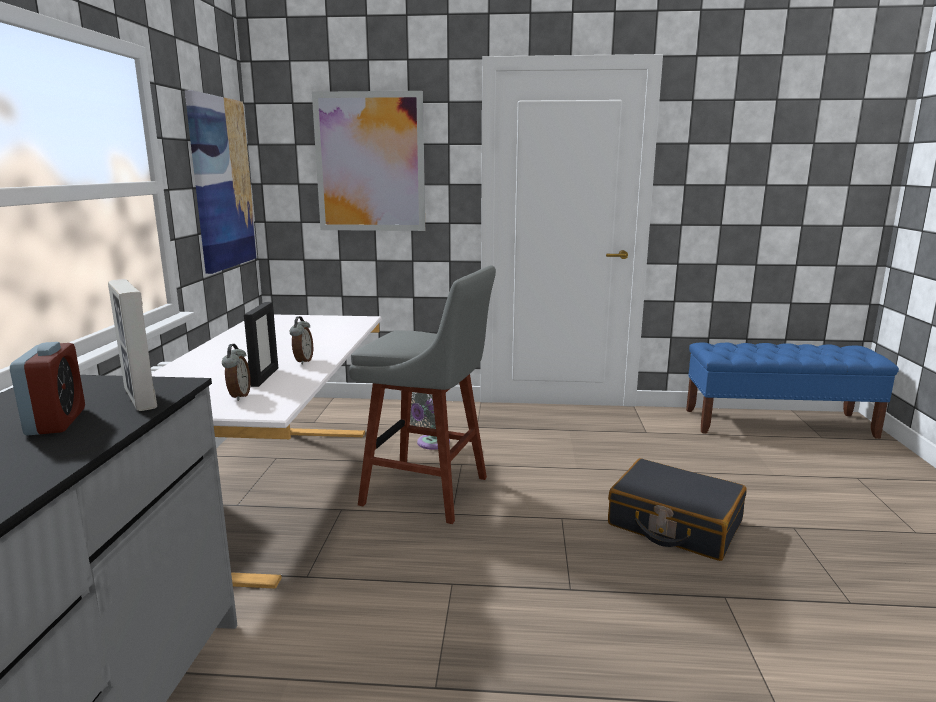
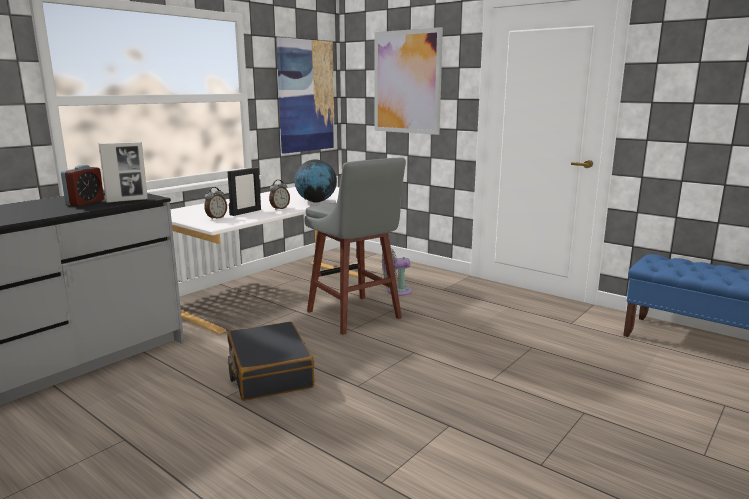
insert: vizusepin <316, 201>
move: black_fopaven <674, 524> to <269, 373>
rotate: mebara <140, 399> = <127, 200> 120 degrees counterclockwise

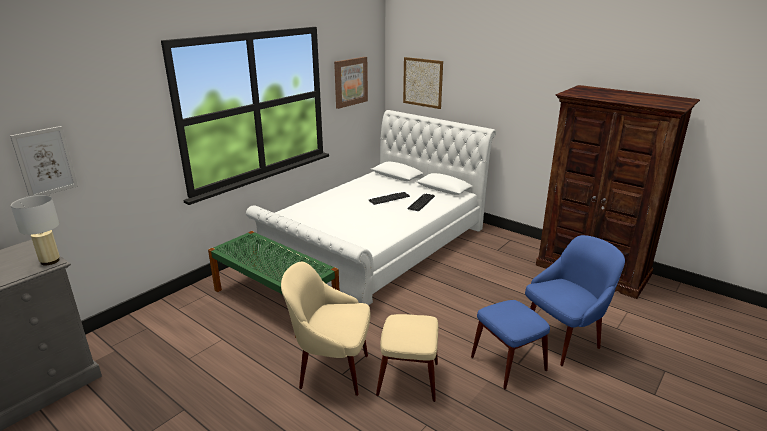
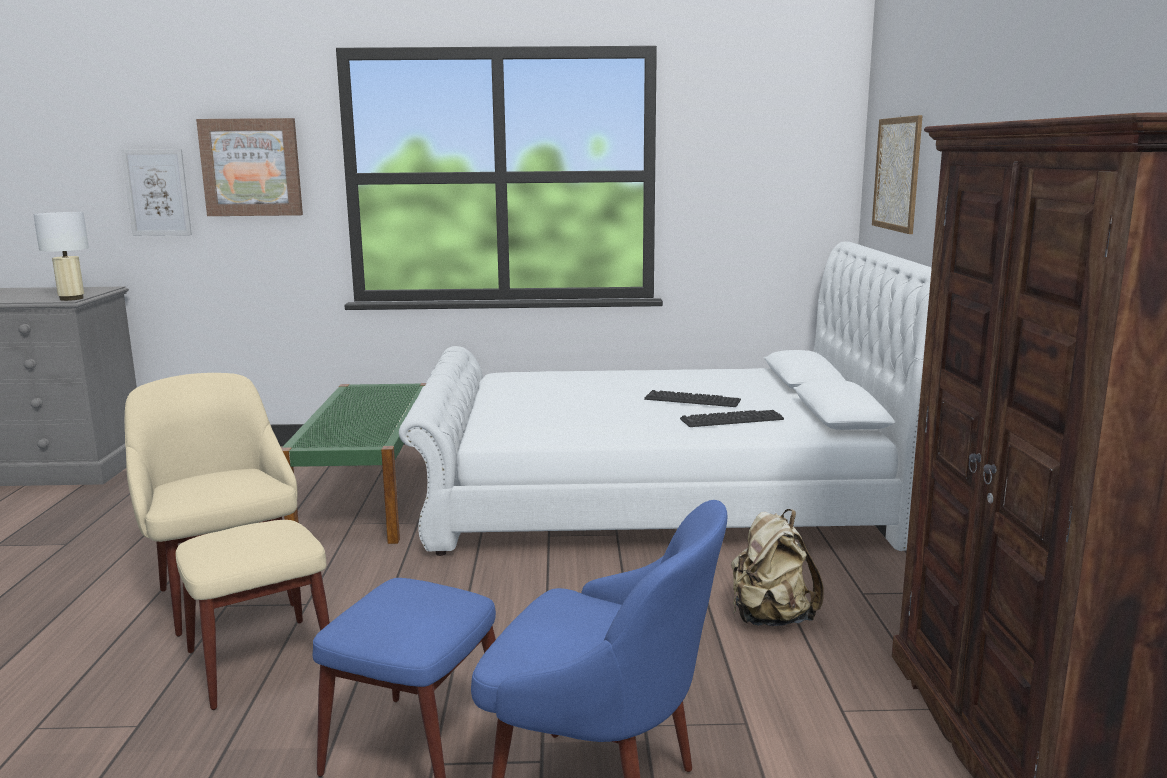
insert: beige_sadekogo <770, 618>
move: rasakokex <350, 82> to <251, 167>

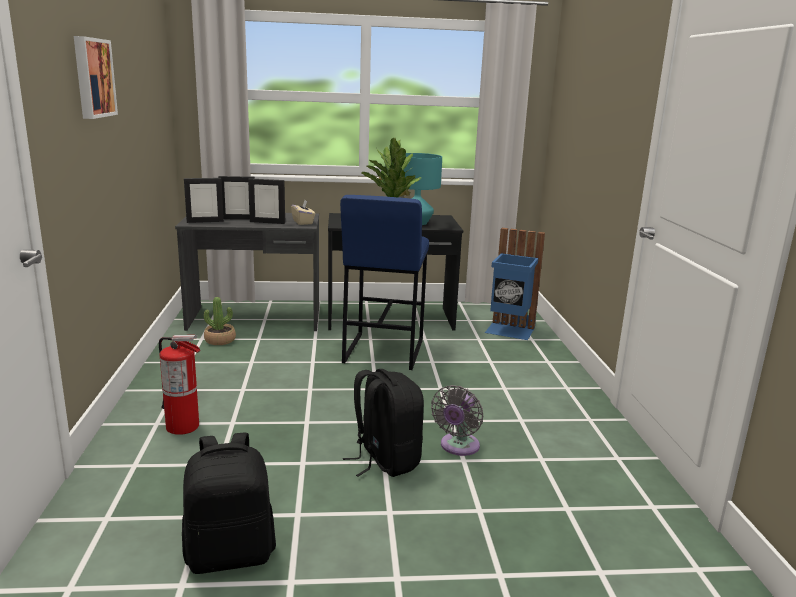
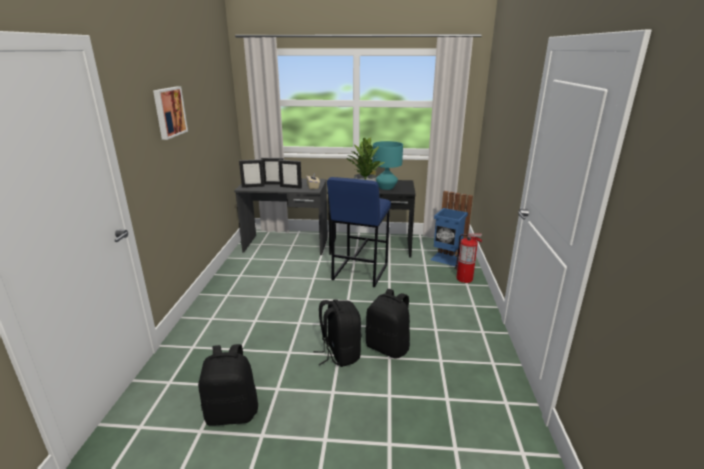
delete: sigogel <220, 340>
move: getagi <183, 426> to <464, 279>
replace: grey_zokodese <458, 447> to black_sadekogo <388, 347>

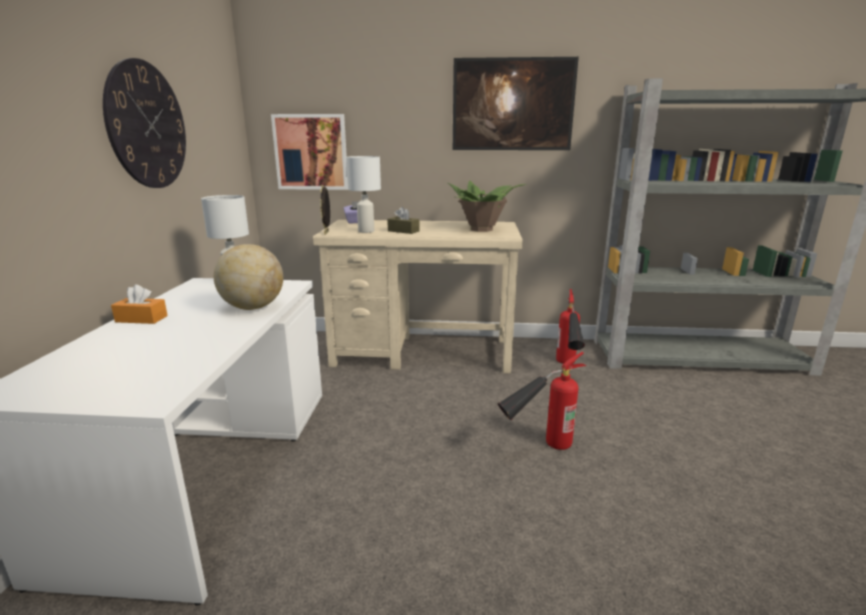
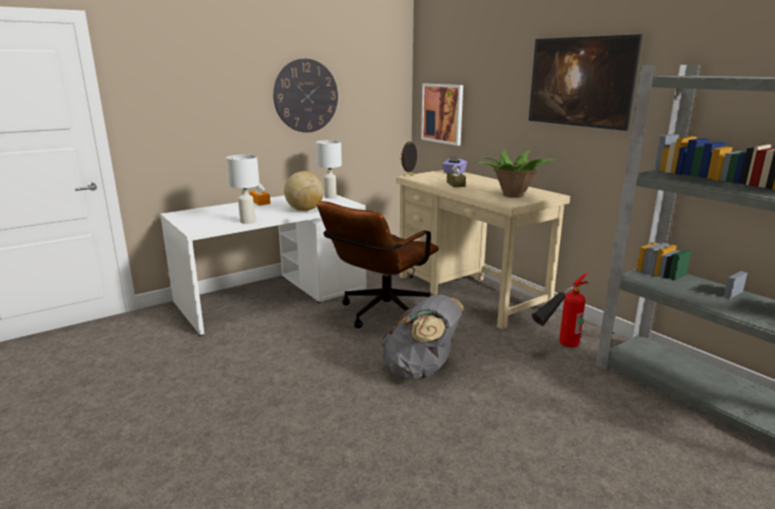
insert: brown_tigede <380, 314>
move: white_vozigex <366, 231> to <247, 221>
replace: getagi <538, 448> to grey_sadekogo <420, 370>

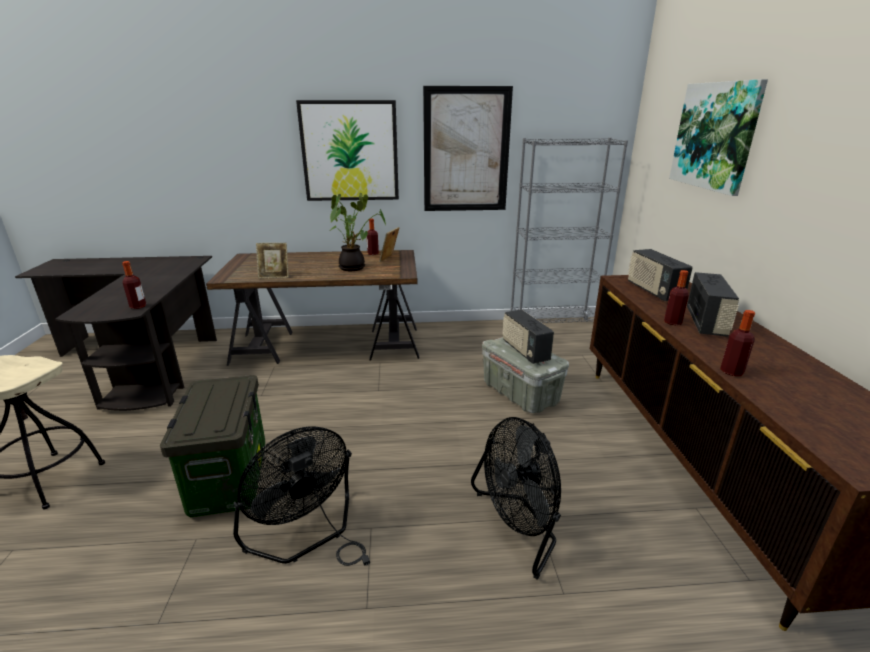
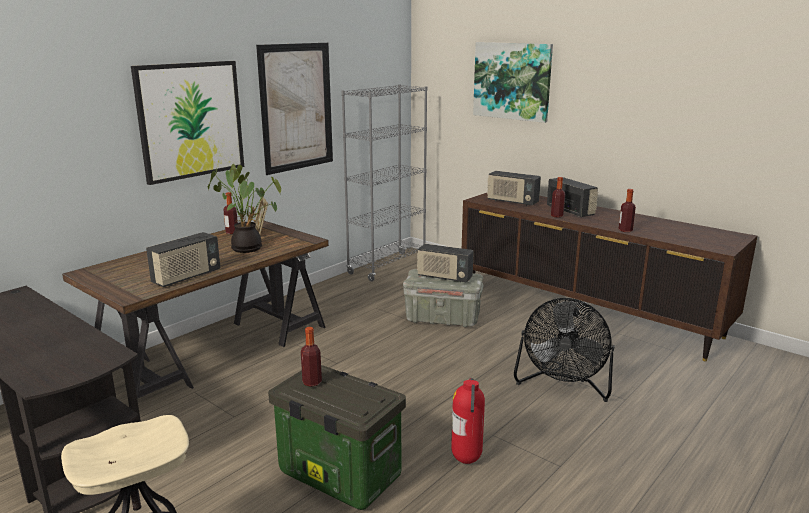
move: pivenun <138, 306> to <312, 382>
replace: mebara <274, 276> to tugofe <186, 277>; black_zokodese <313, 535> to getagi <467, 460>

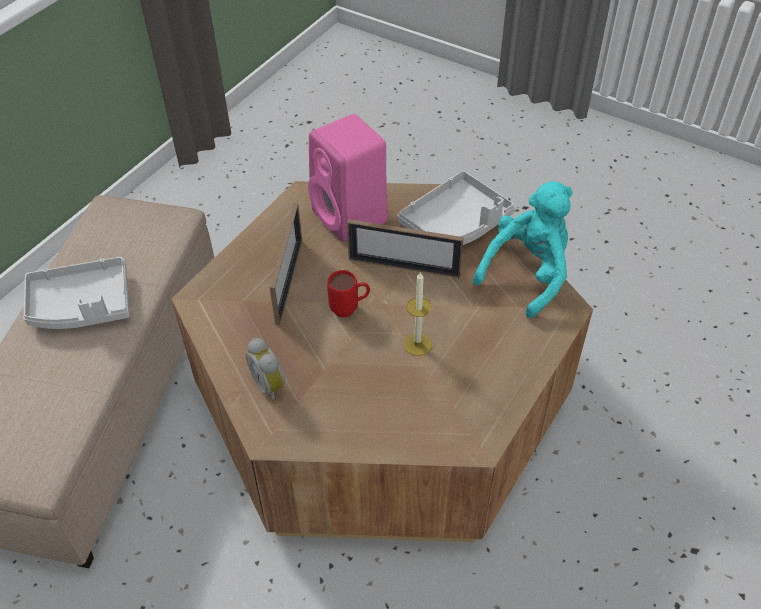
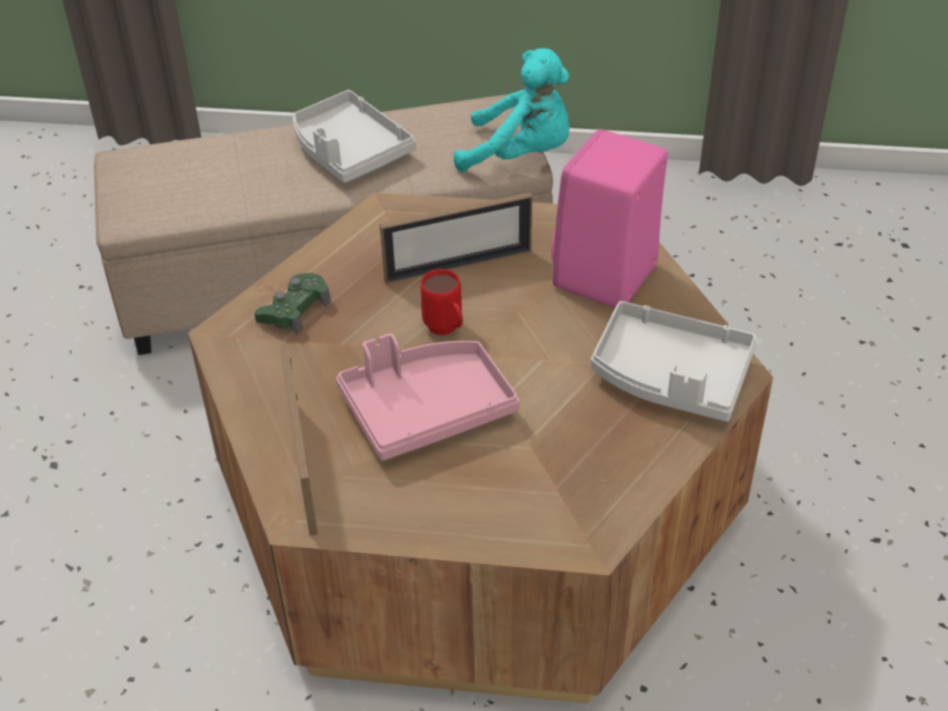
move: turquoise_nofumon <527, 274> to <521, 155>; mebara <404, 267> to <303, 466>
replace: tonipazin <417, 344> to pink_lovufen <426, 409>; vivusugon <271, 385> to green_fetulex <294, 310>

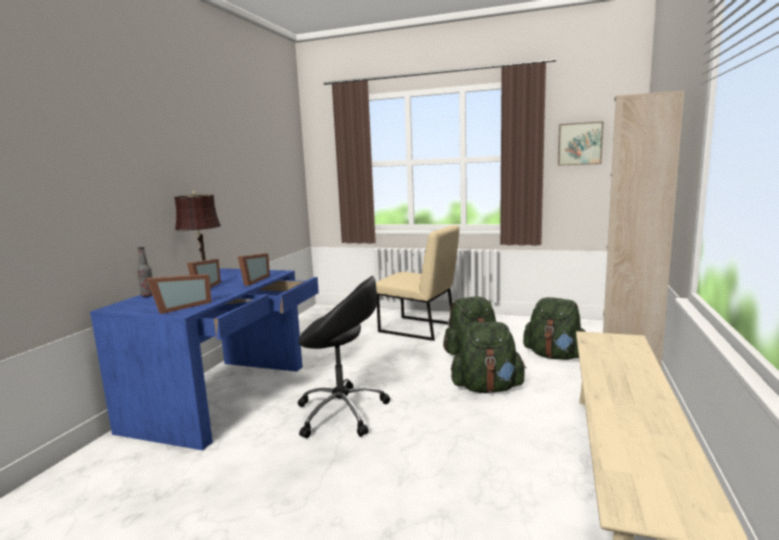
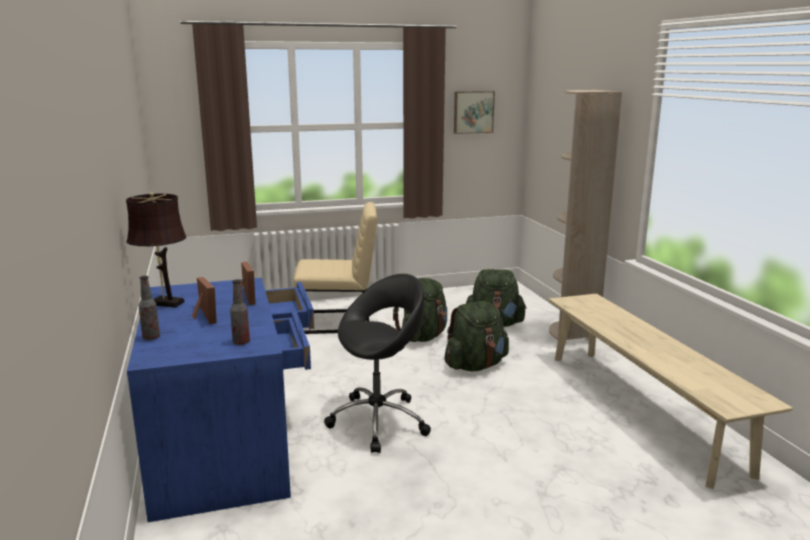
replace: mebara <181, 307> to pivenun <241, 342>

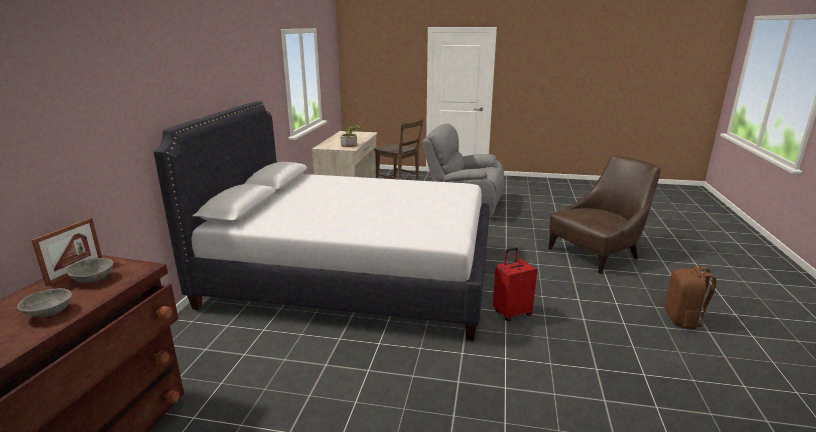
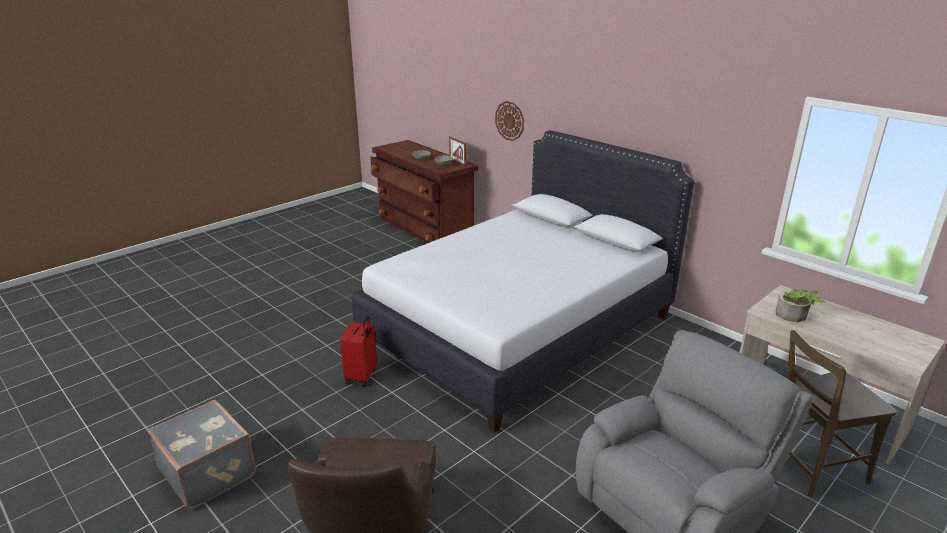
insert: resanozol <509, 121>
replace: brown_sadekogo <683, 319> to grey_fopaven <209, 472>

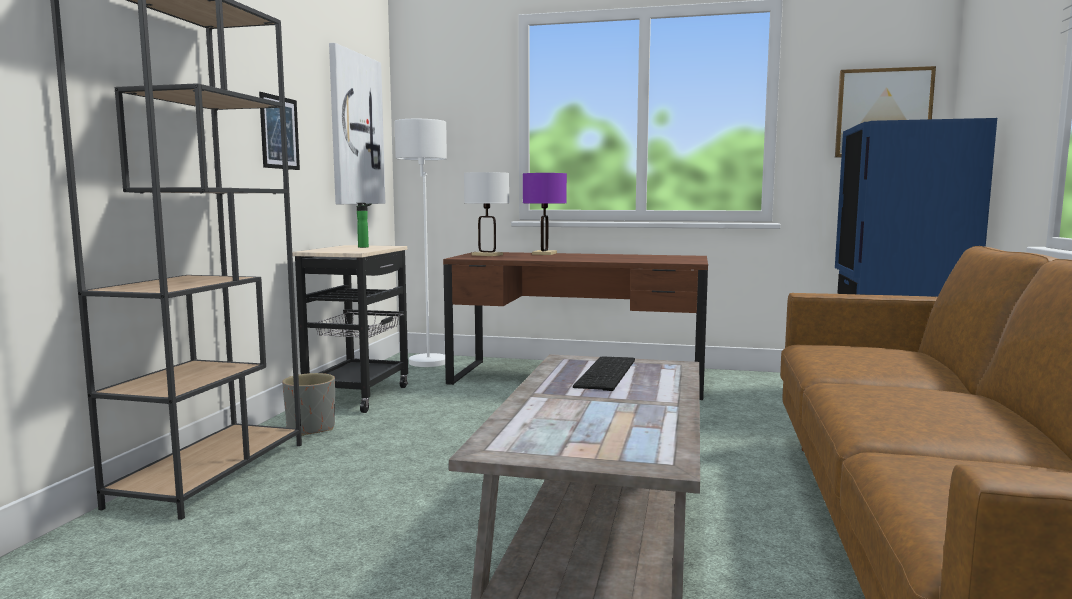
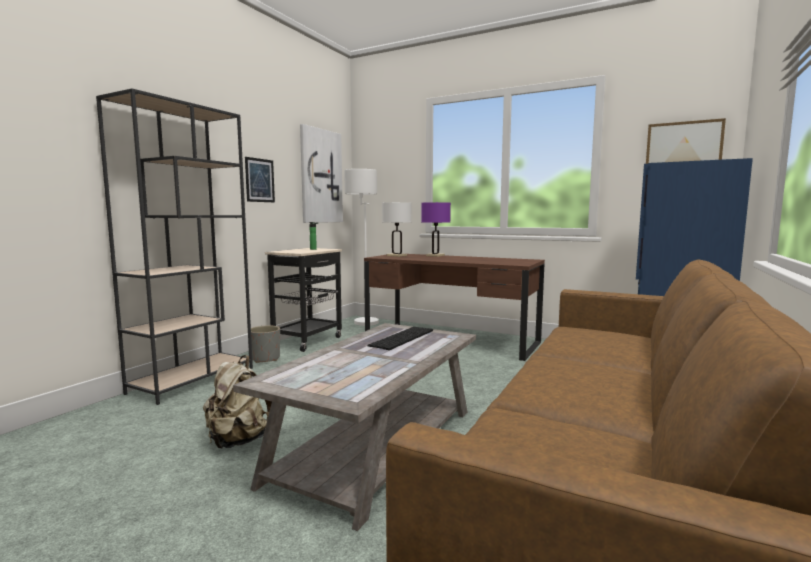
insert: beige_sadekogo <238, 441>

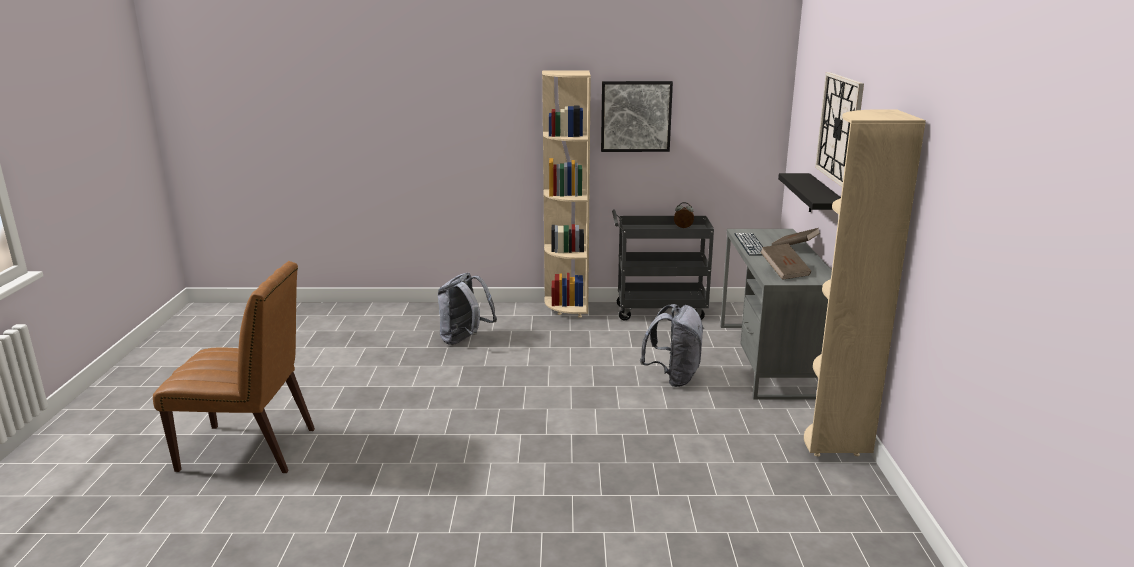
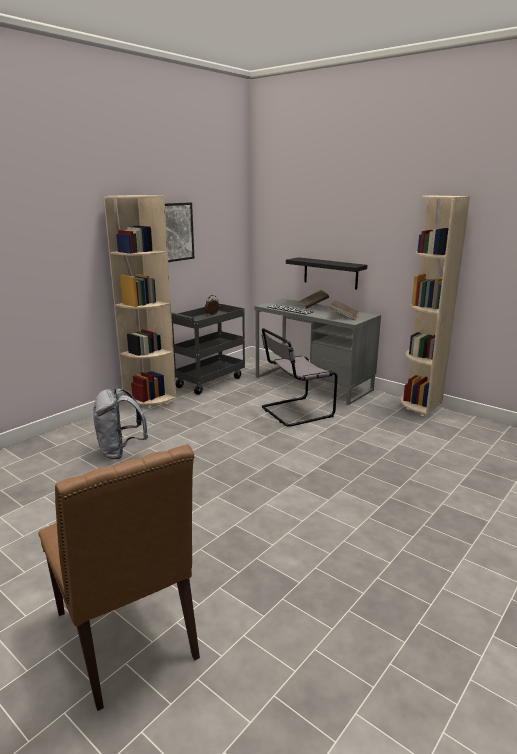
delete: resanozol <839, 128>
replace: grey_sadekogo <673, 378> to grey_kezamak <294, 412>
rotate: brown_kezamak <247, 449> = <125, 634> 105 degrees clockwise

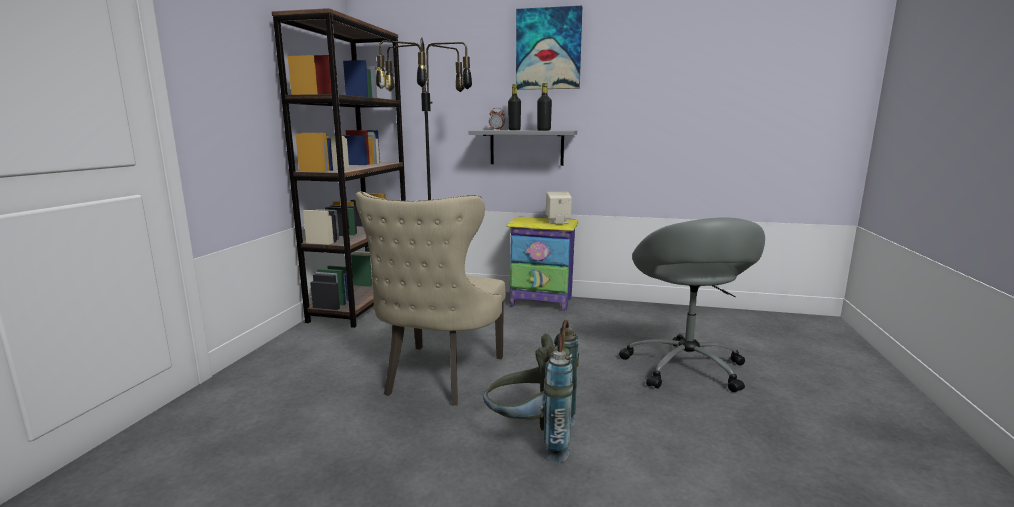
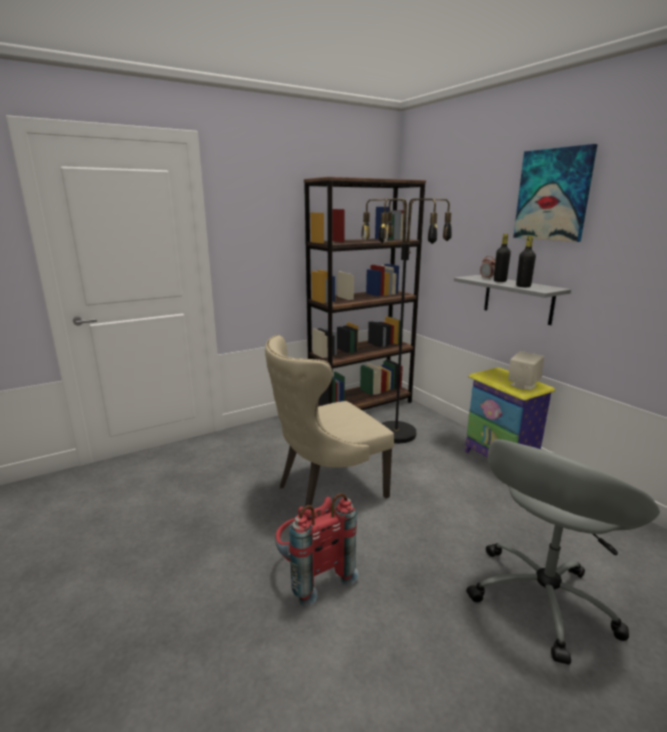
recolor: grey_sadekogo <532, 439> to red_sadekogo <312, 575>

